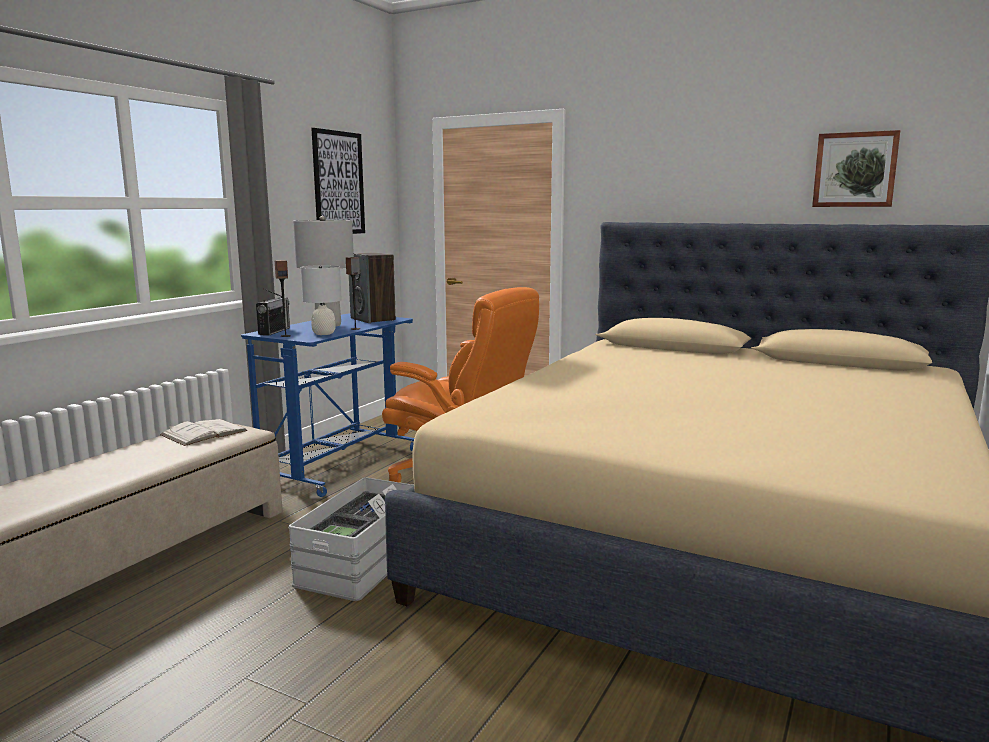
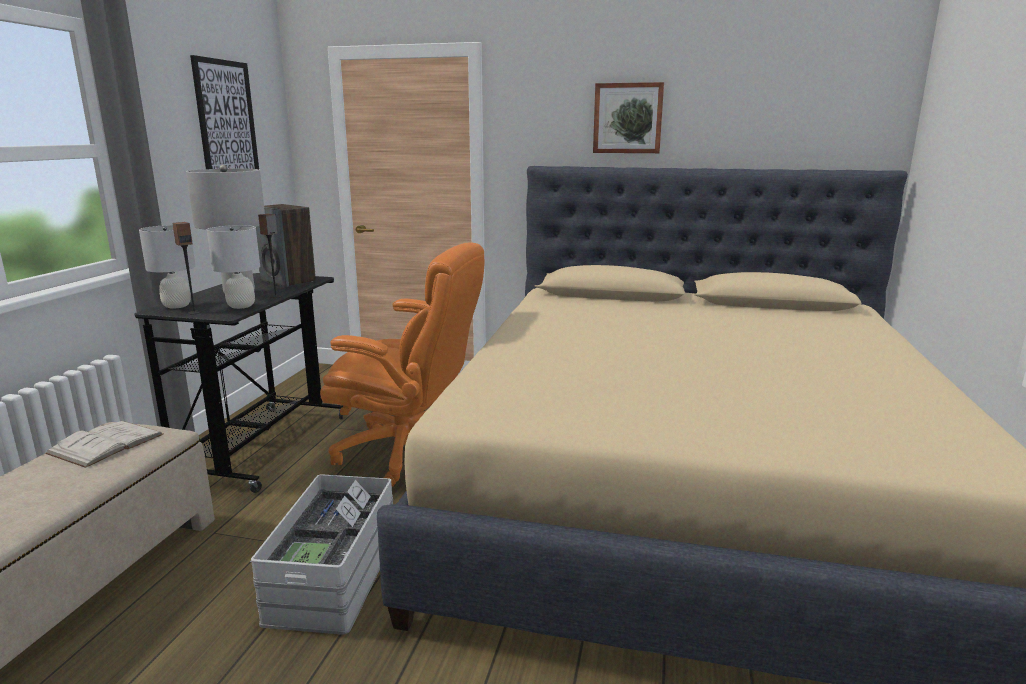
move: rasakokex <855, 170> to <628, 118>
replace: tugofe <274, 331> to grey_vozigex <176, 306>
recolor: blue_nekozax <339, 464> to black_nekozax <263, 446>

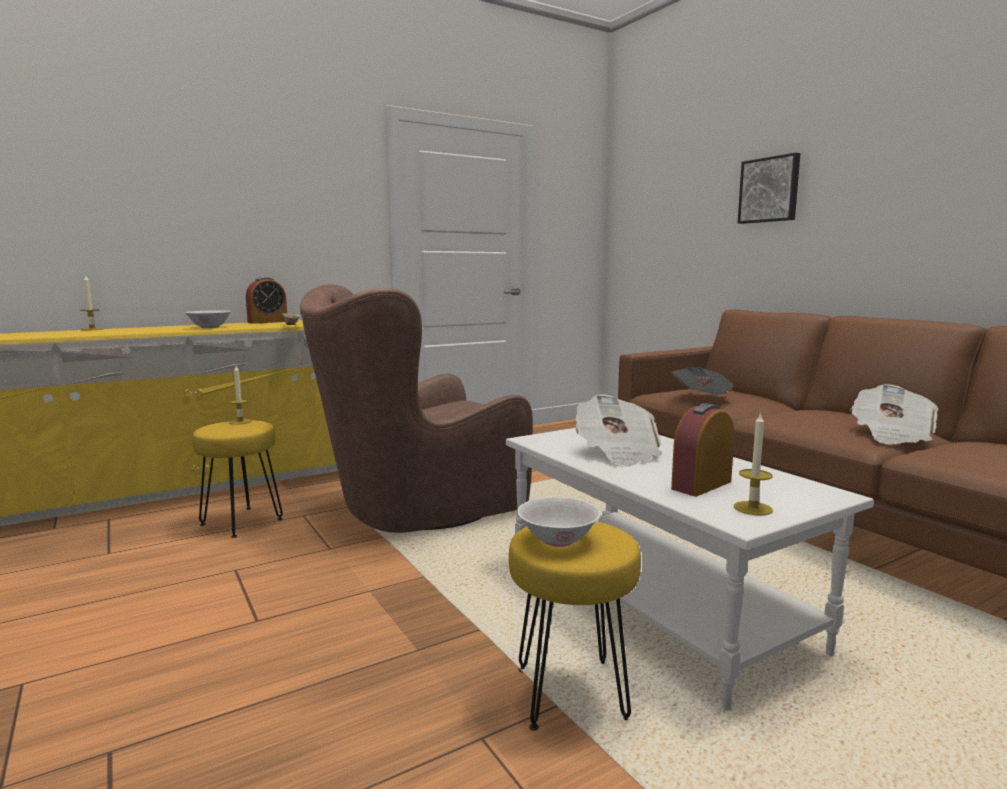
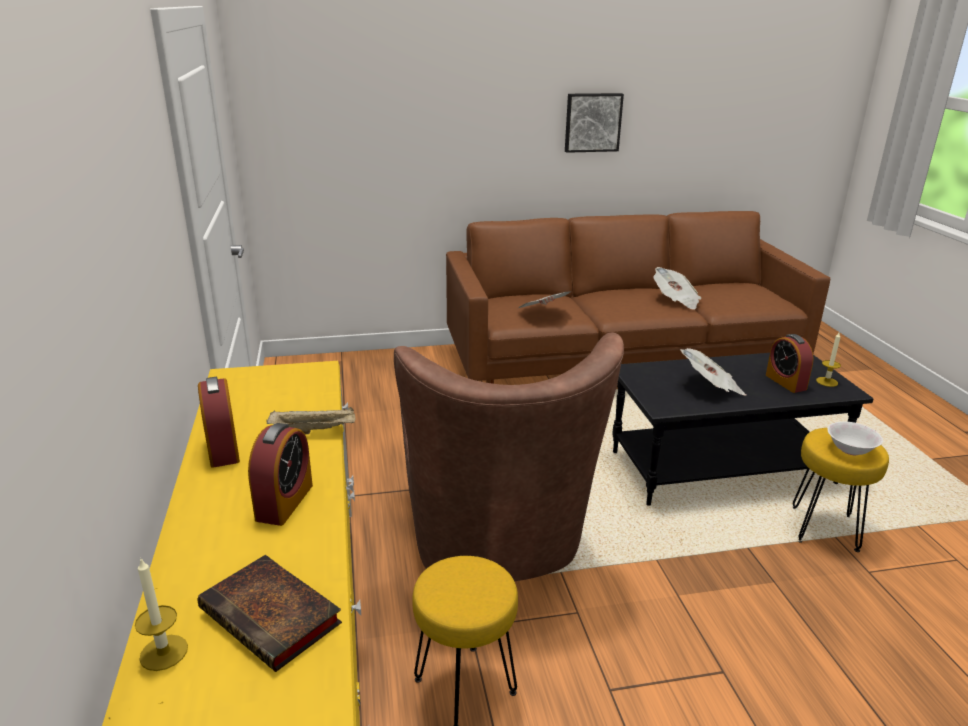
delete: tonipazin <240, 421>
insert: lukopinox <274, 618>
move: rasakokex <769, 190> to <592, 122>
replace: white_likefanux <210, 327> to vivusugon <284, 502>
recolor: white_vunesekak <657, 604> to black_vunesekak <721, 467>

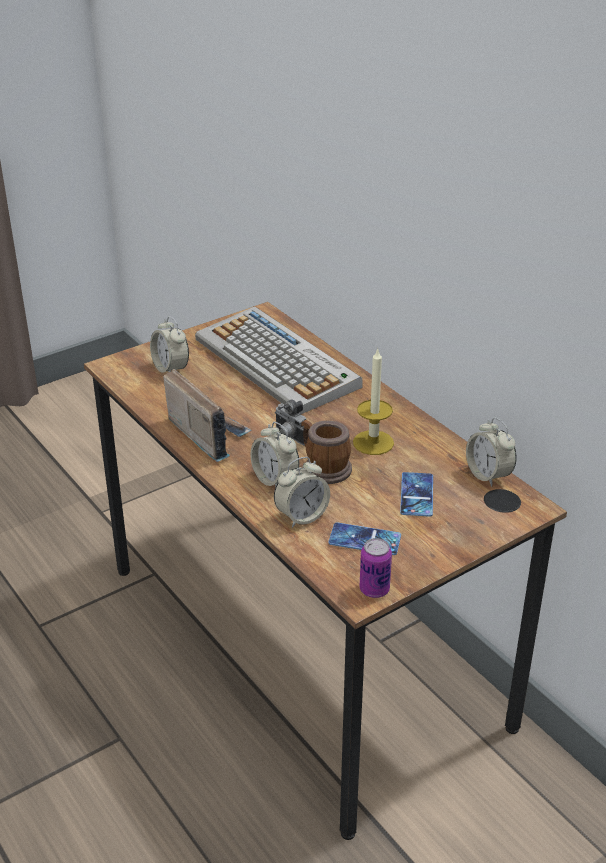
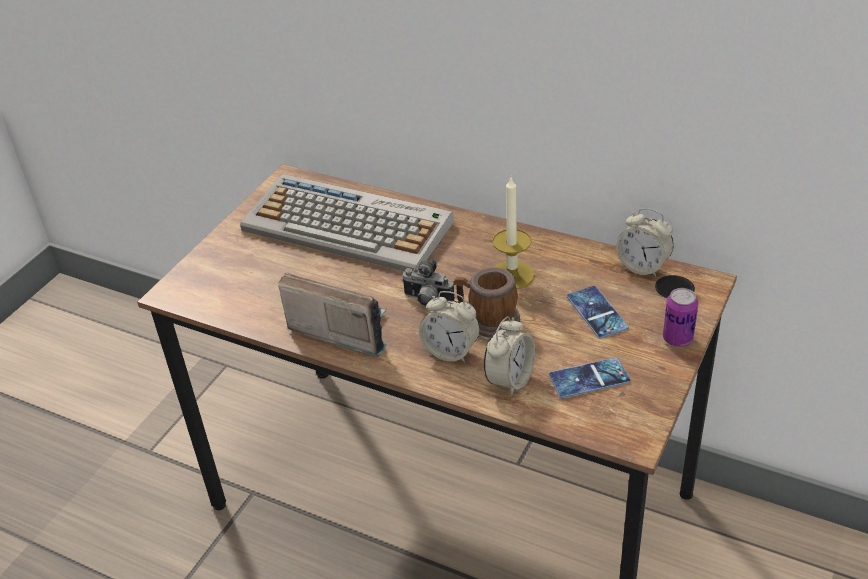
delete: vivusugon <170, 368>
move: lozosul <374, 589> to <677, 339>

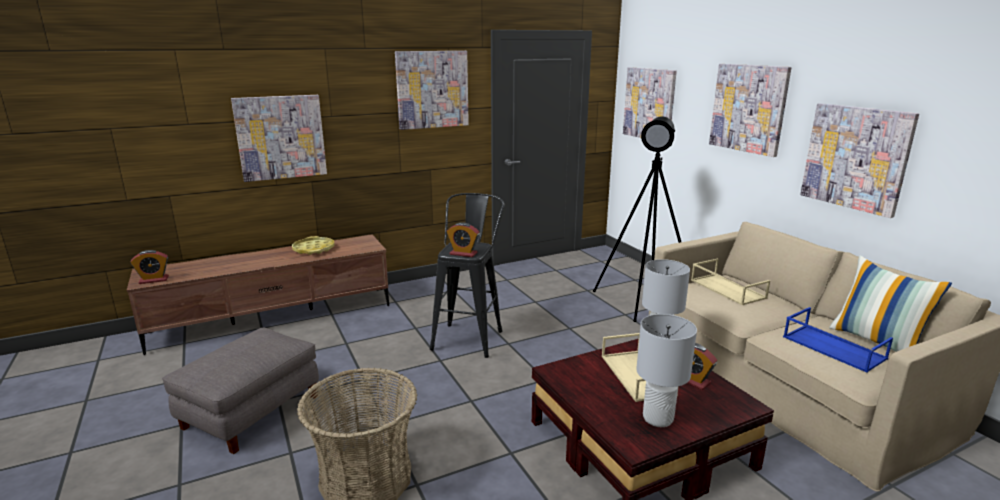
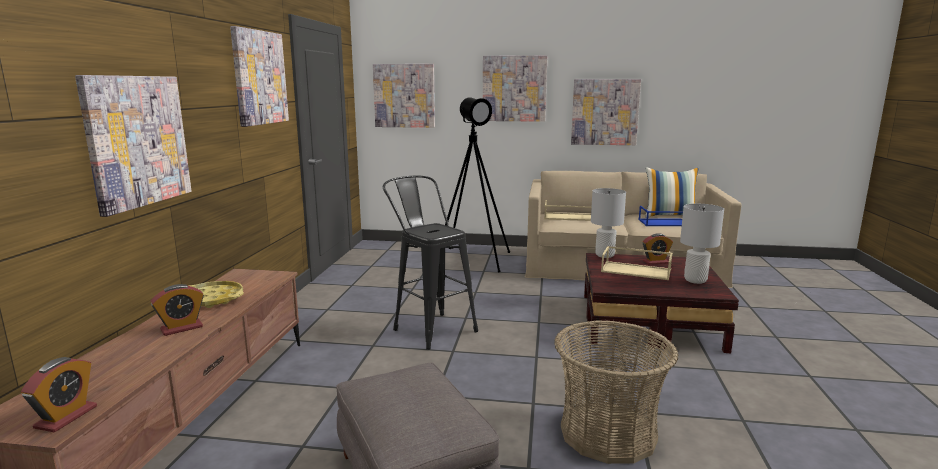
move: vivusugon <463, 253> to <181, 328>

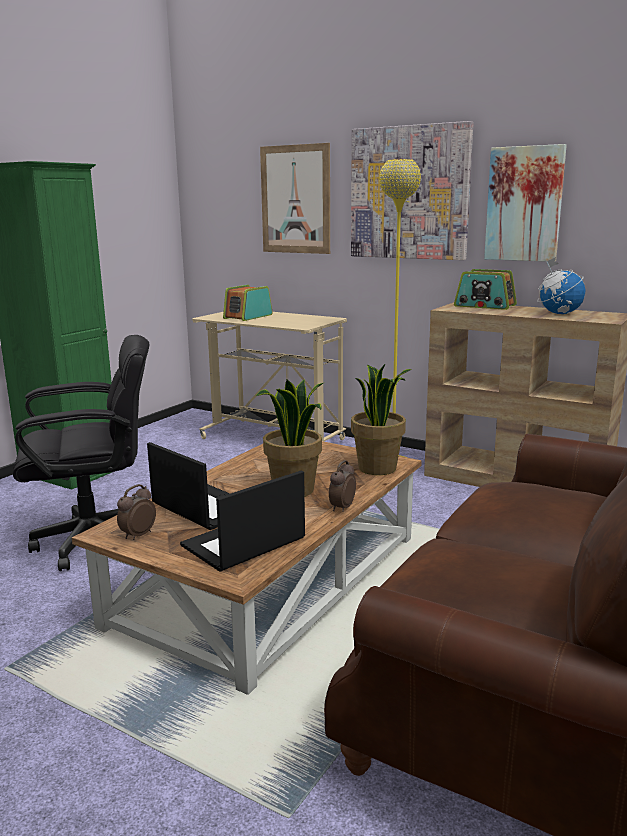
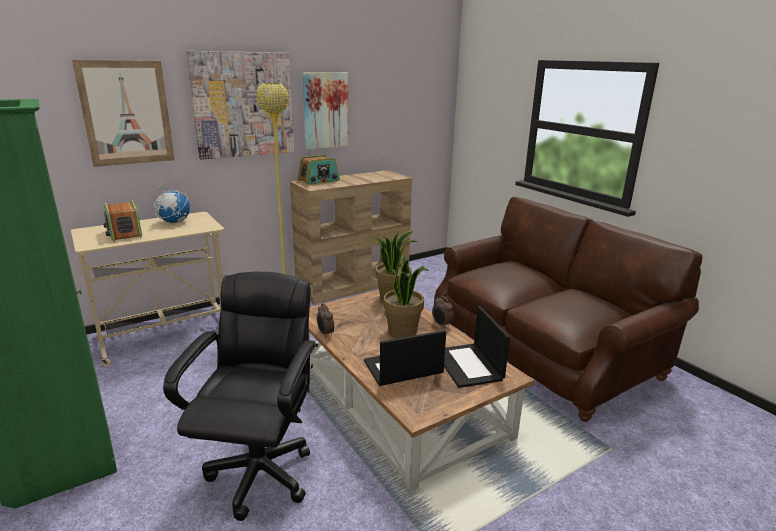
move: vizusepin <559, 314> to <174, 222>; vivusugon <137, 535> to <325, 333>

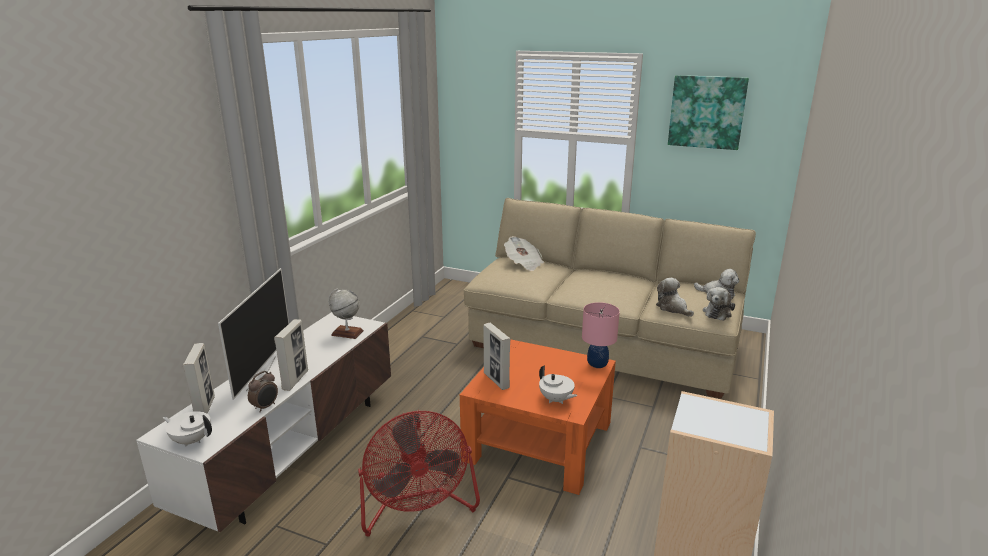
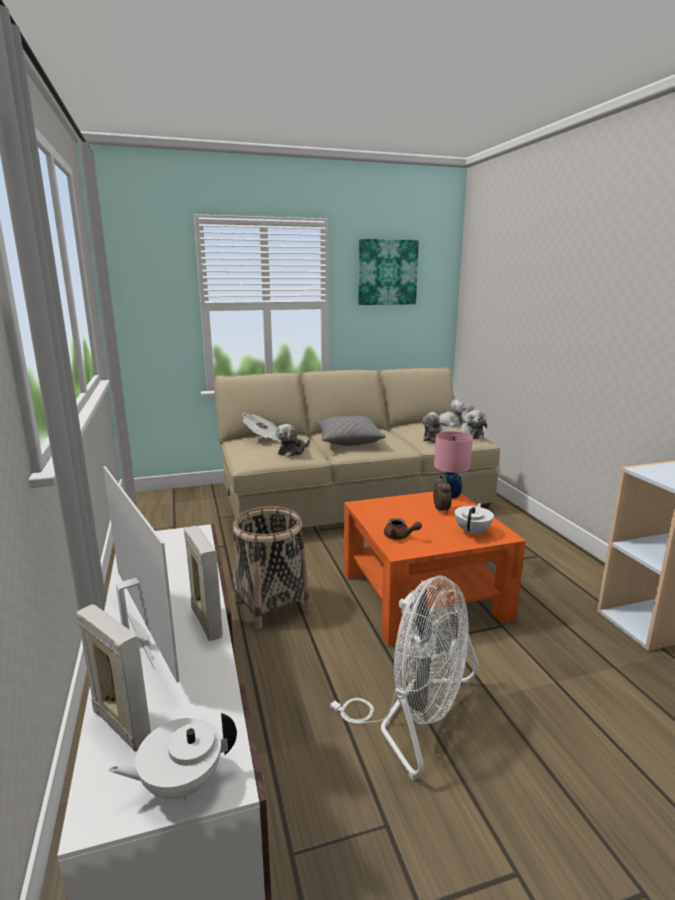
delete: vizusepin <347, 333>
insert: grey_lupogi <348, 441>; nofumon <293, 451>; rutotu <271, 605>
move: vivusugon <265, 407> to <441, 510>
replace: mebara <496, 380> to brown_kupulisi <400, 537>
recolor: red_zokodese <413, 508> to white_zokodese <413, 717>
rotate: white_kupulisi <556, 400> = <473, 531> 75 degrees counterclockwise

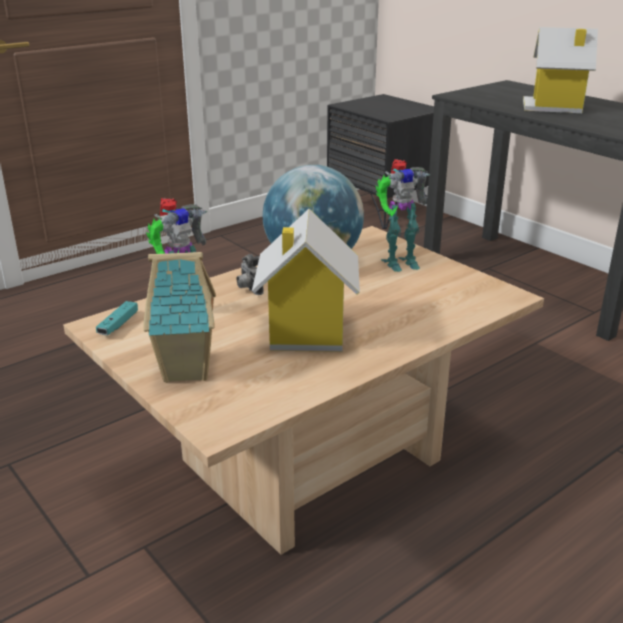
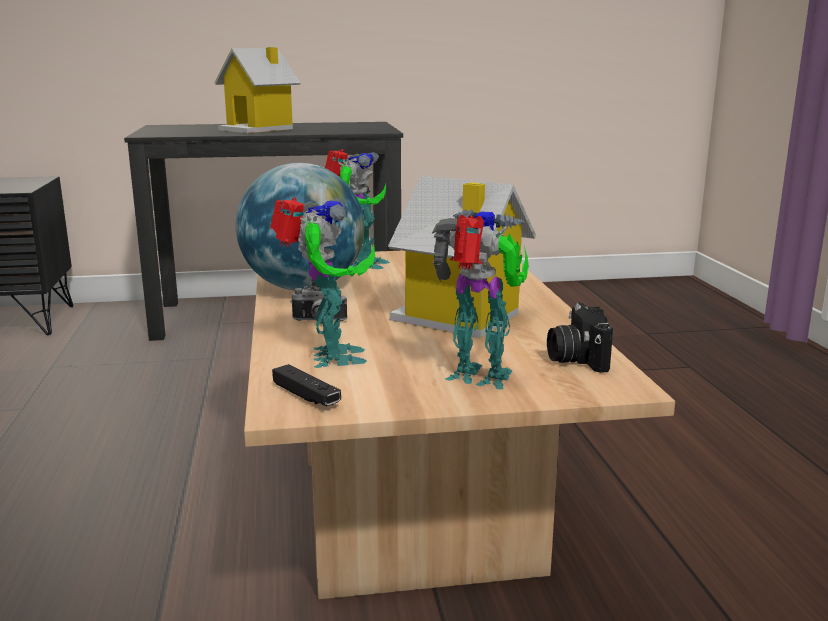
insert: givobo <575, 358>
replace: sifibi <188, 370> to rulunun <481, 379>
recolor: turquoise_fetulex <118, 324> to black_fetulex <306, 396>

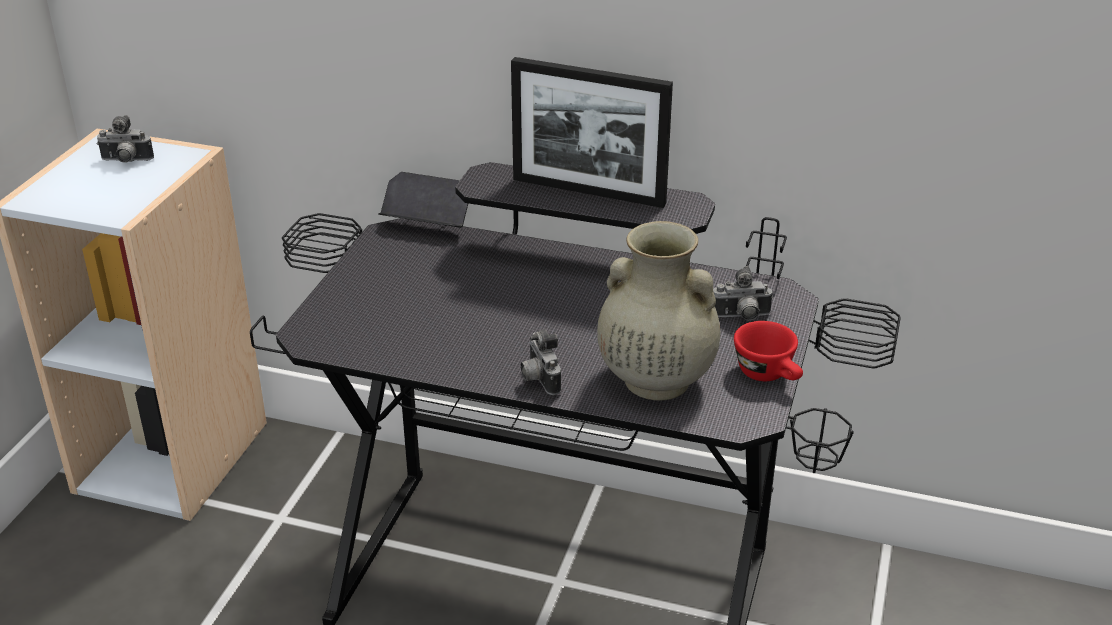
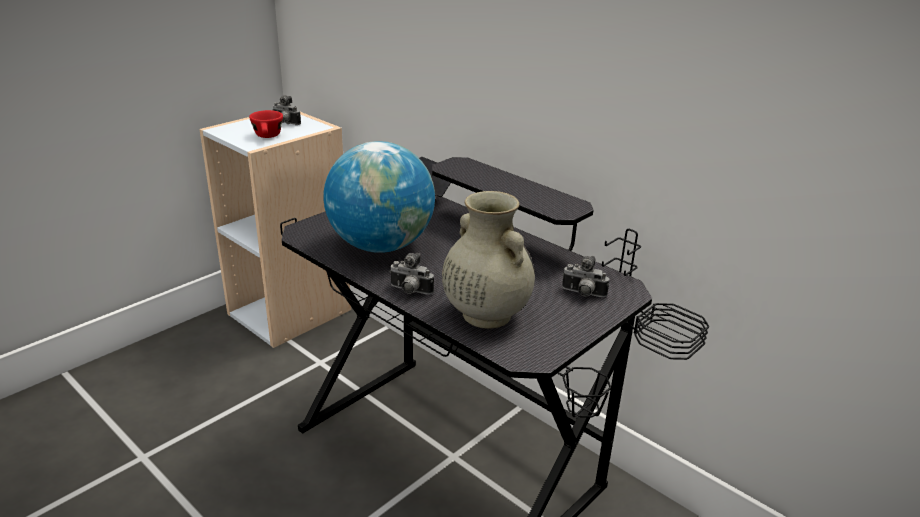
delete: mebara <588, 191>
insert: vizusepin <381, 245>
move: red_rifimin <769, 375> to <268, 137>
rotate: givobo <538, 379> = <410, 291> 75 degrees counterclockwise

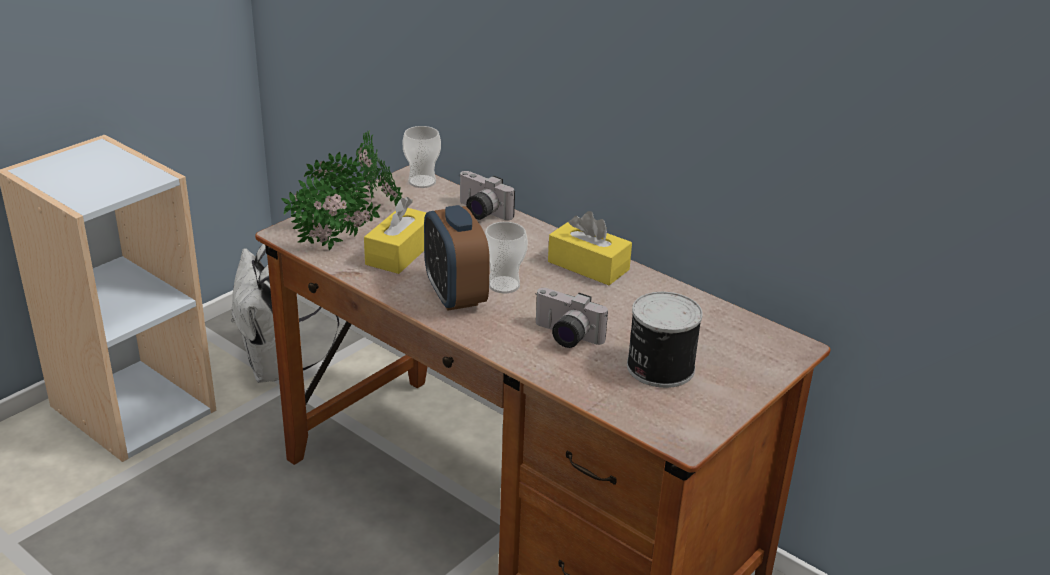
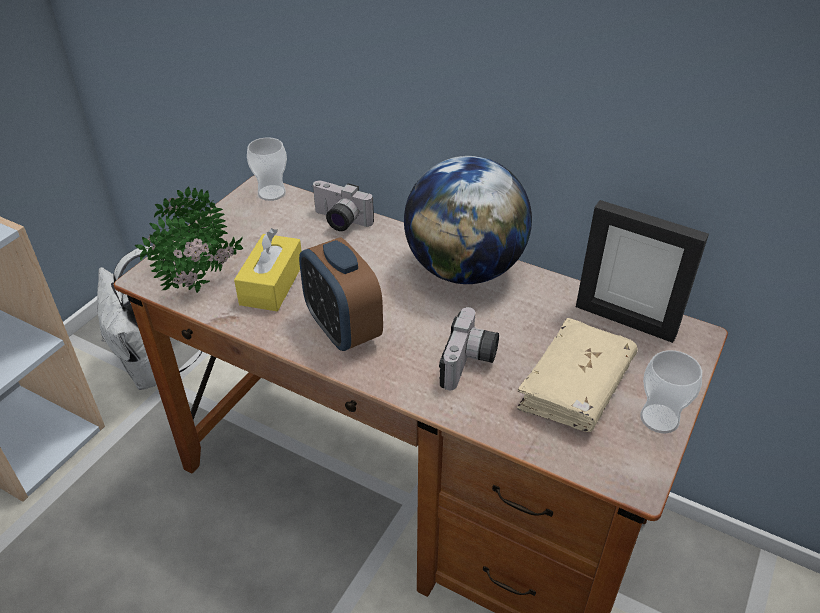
delete: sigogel <380, 203>
insert: mebara <626, 319>
move: rifimin <504, 285> to <659, 418>
replace: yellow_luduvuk <588, 266> to vizusepin <464, 269>; lozosul <658, 367> to beige_lukopinox <575, 386>
rotate: givobo <565, 337> = <470, 364> 90 degrees counterclockwise

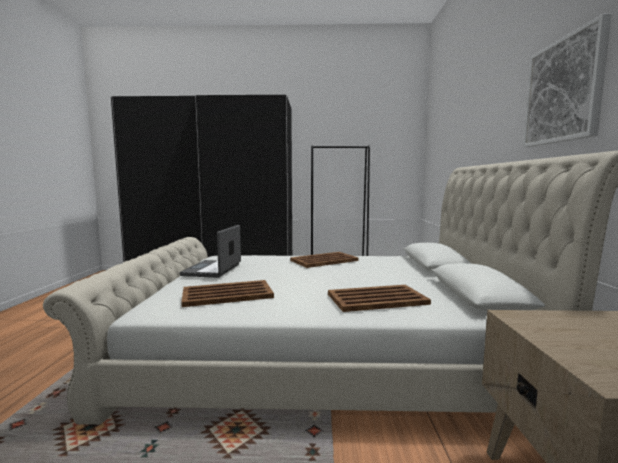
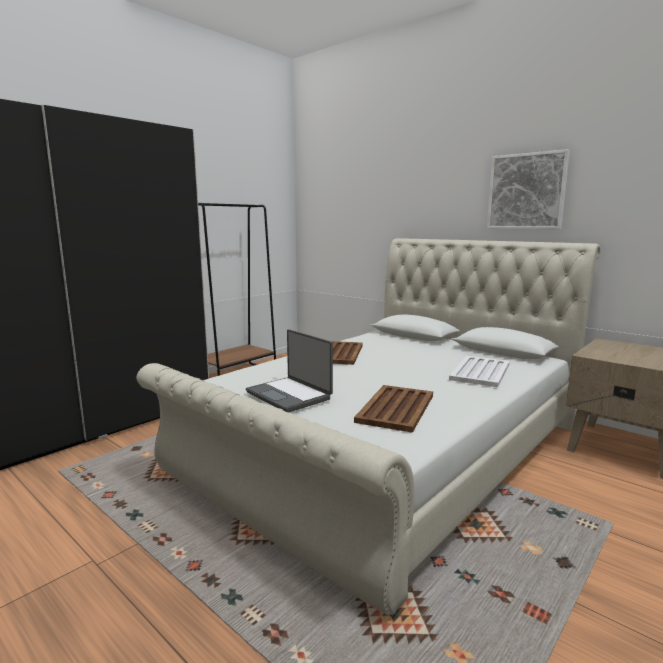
recolor: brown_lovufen <378, 299> to white_lovufen <481, 371>

